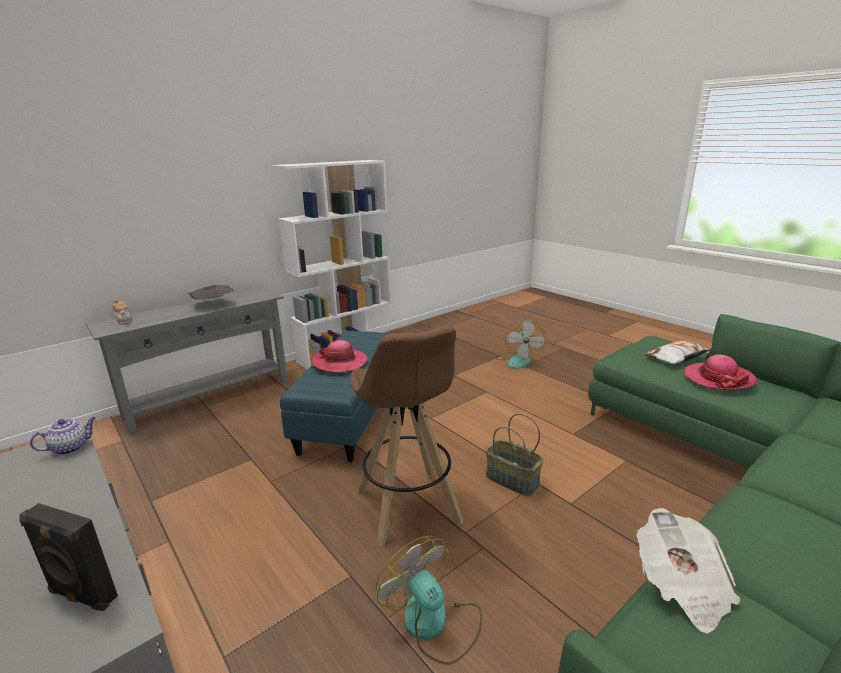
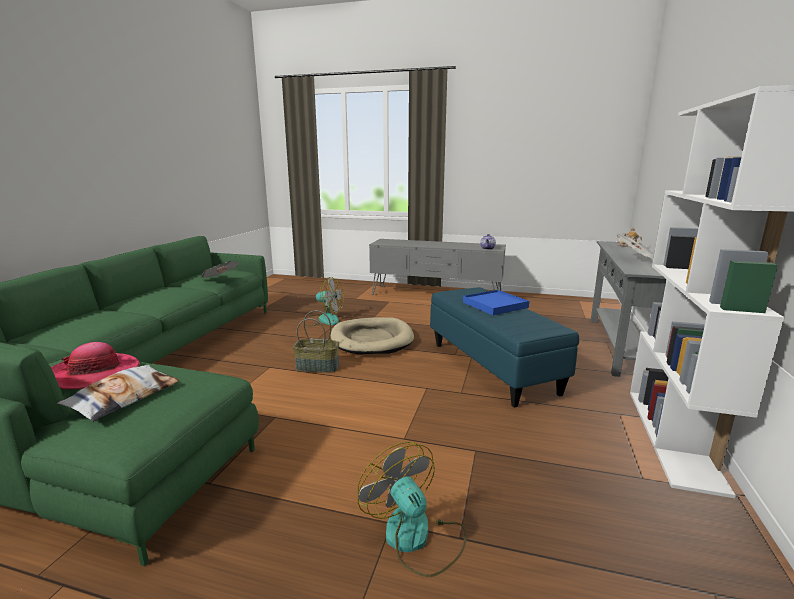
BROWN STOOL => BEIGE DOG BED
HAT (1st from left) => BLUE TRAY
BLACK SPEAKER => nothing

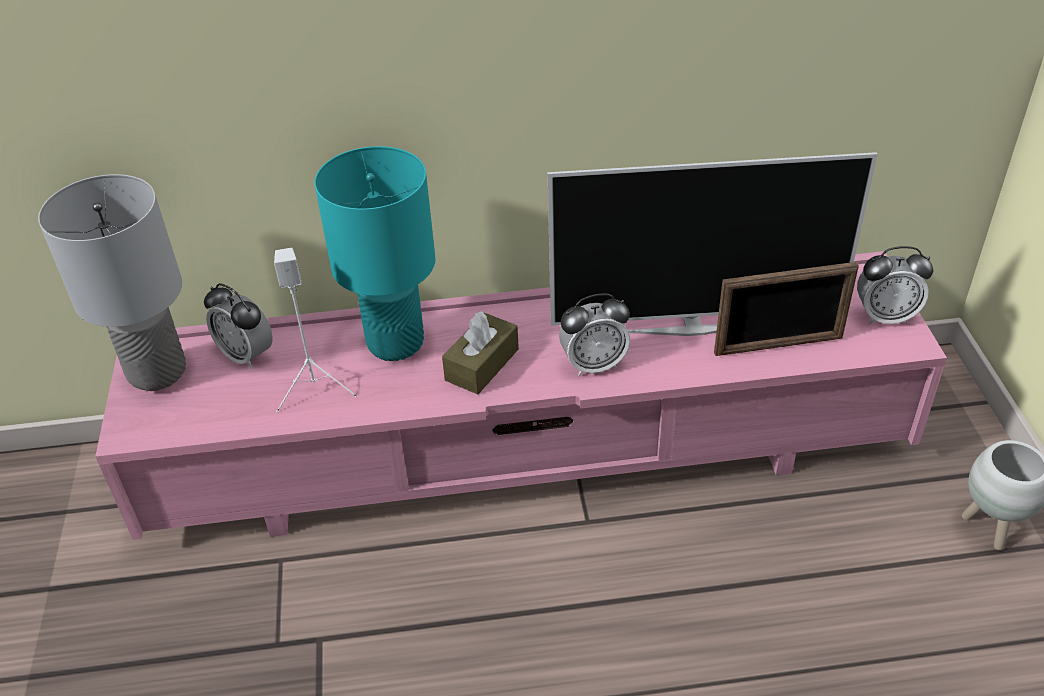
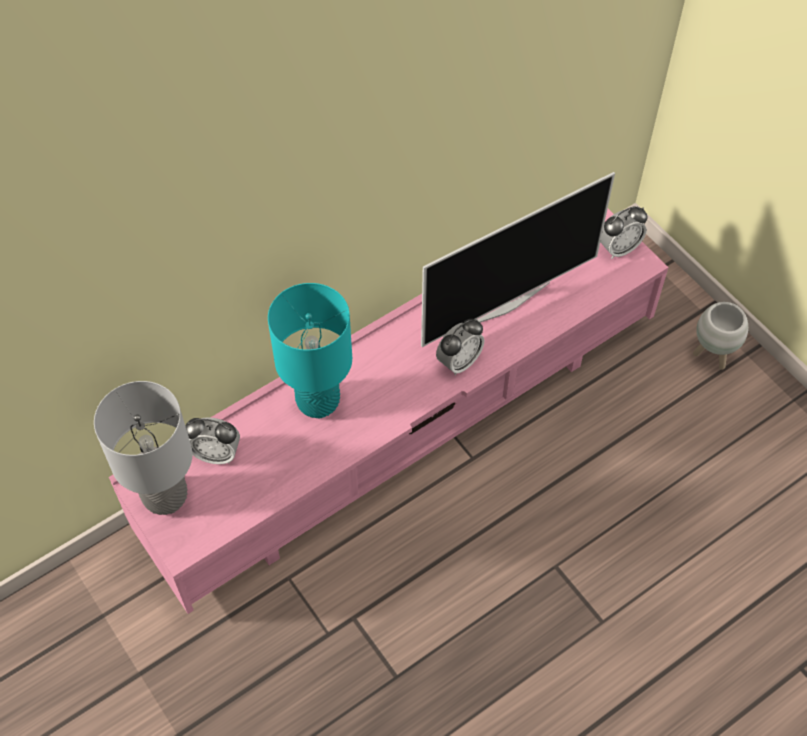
WHITE SPEAKER => nothing
BROWN TISSUE BOX => nothing
PICTURE FRAME => nothing

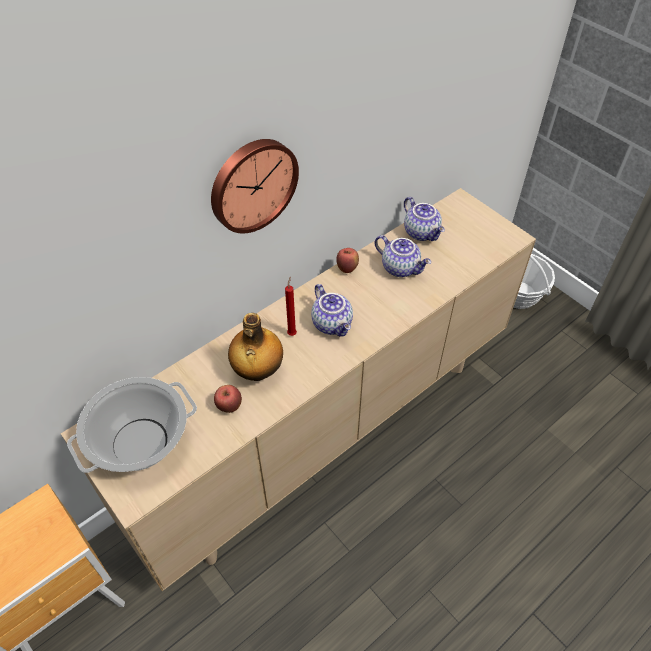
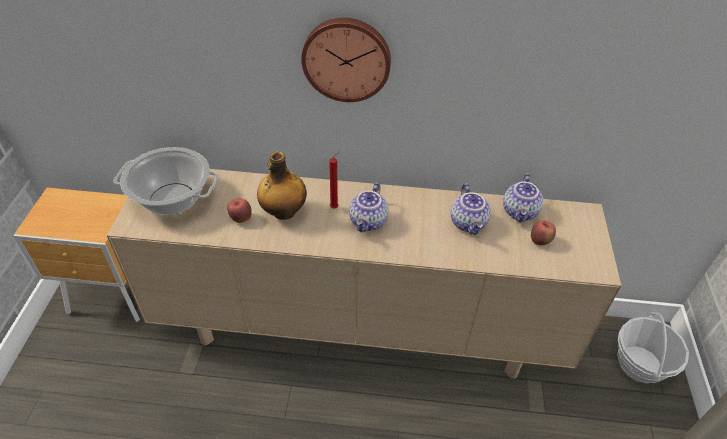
APPLE (2nd from left), moved

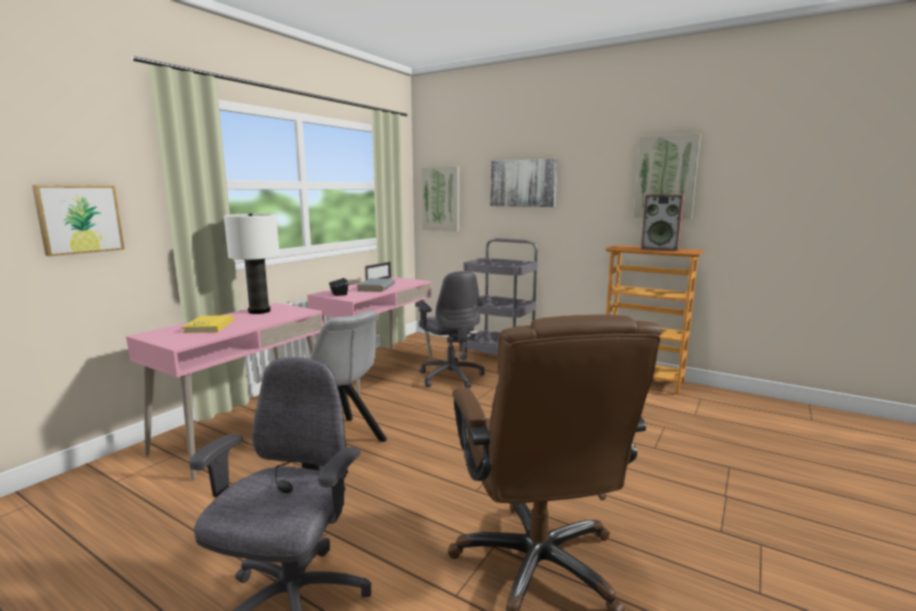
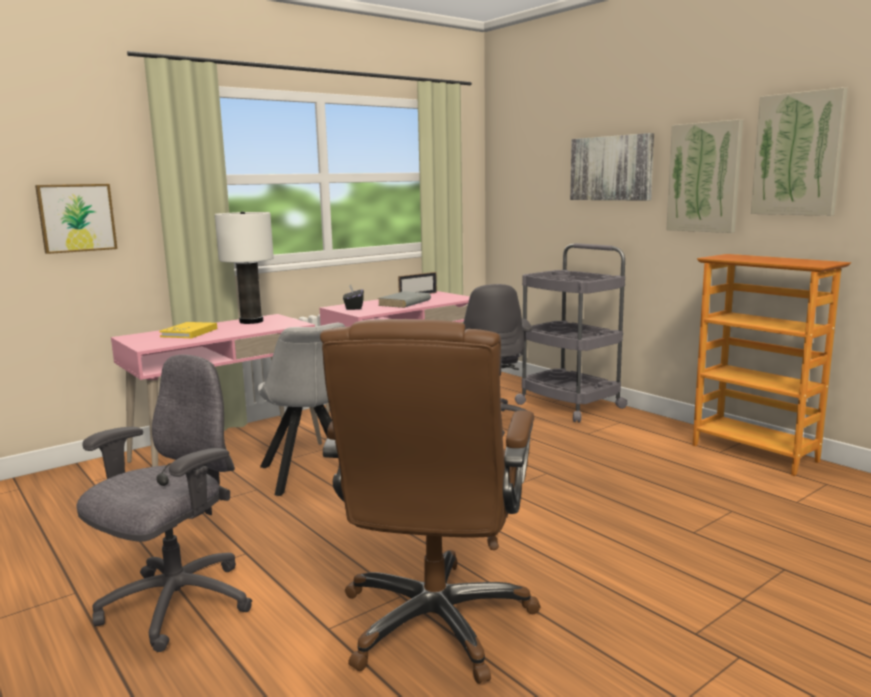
PICTURE (2nd from left in the first image) => PICTURE (3rd from left), moved
SPEAKER => nothing

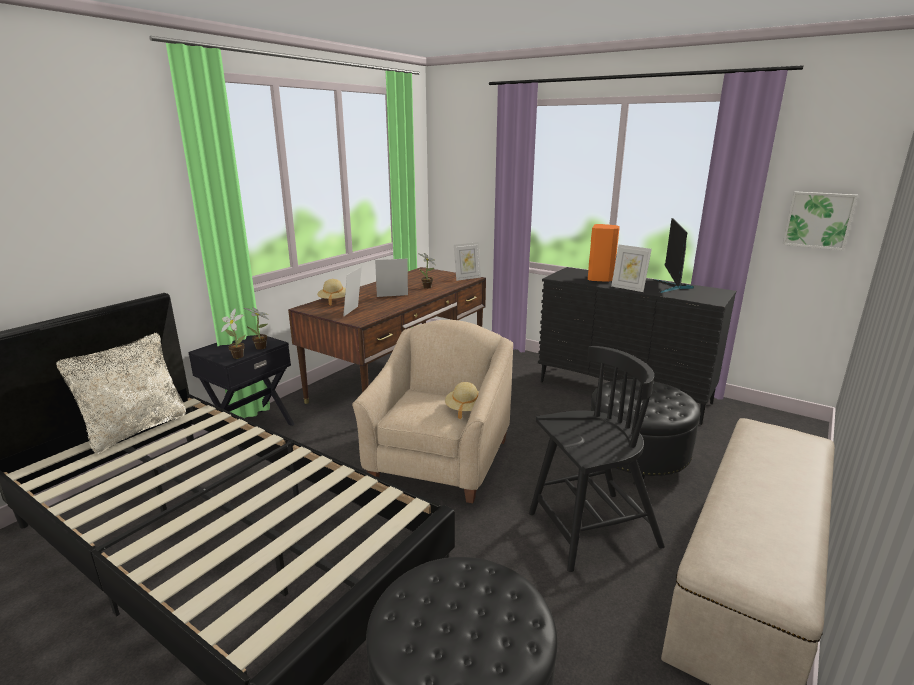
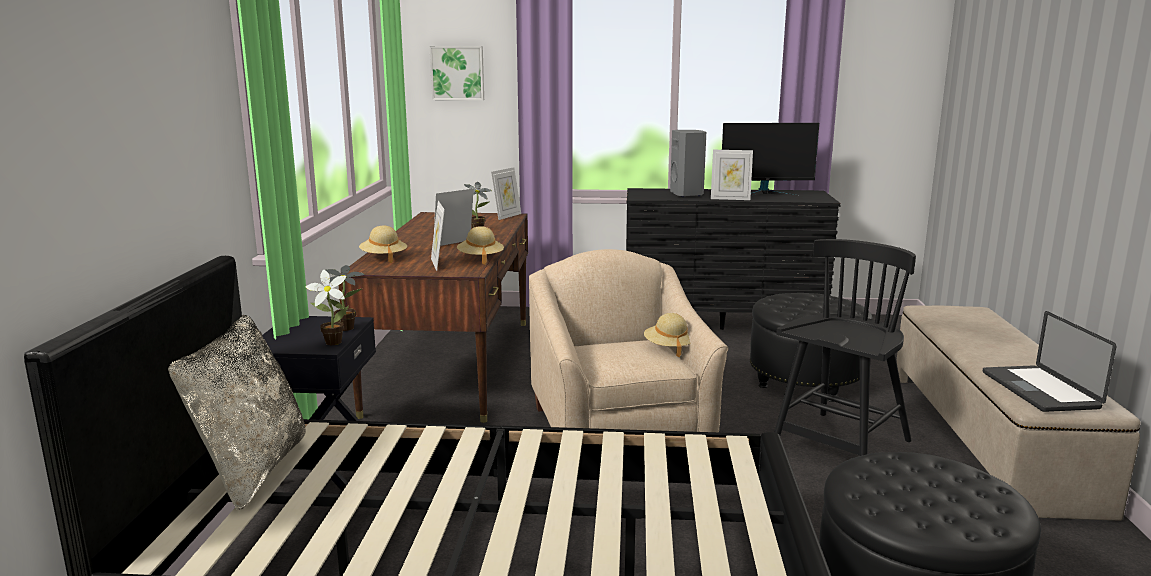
PICTURE, moved
nothing => BEIGE HAT (2nd from left)
ORANGE SPEAKER => GREY SPEAKER
MONITOR, 75 degrees counterclockwise
nothing => LAPTOP

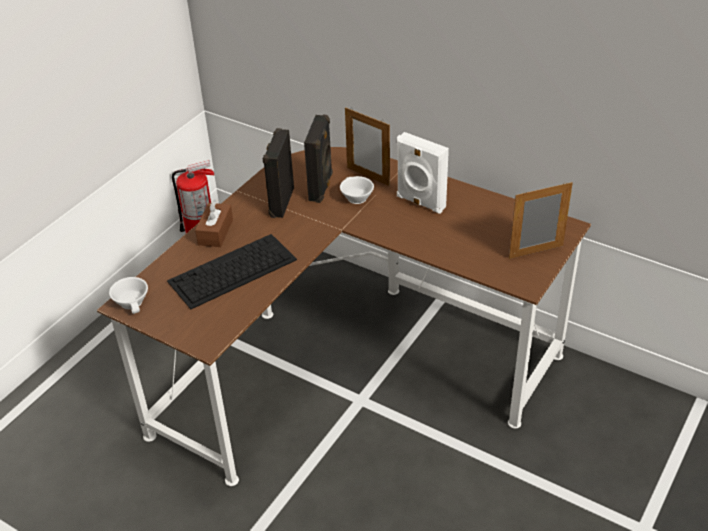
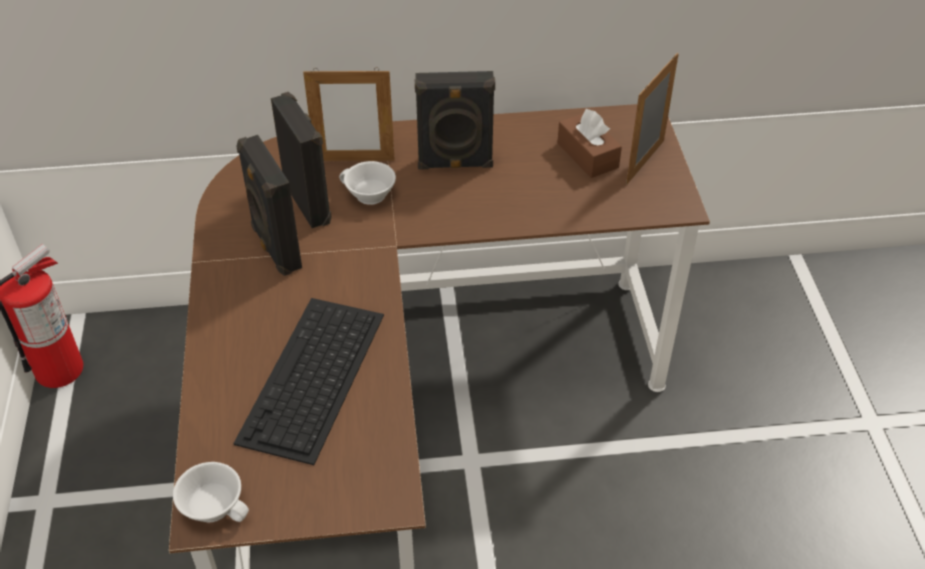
WHITE SPEAKER => BLACK SPEAKER (3rd from left)
BROWN TISSUE BOX, moved

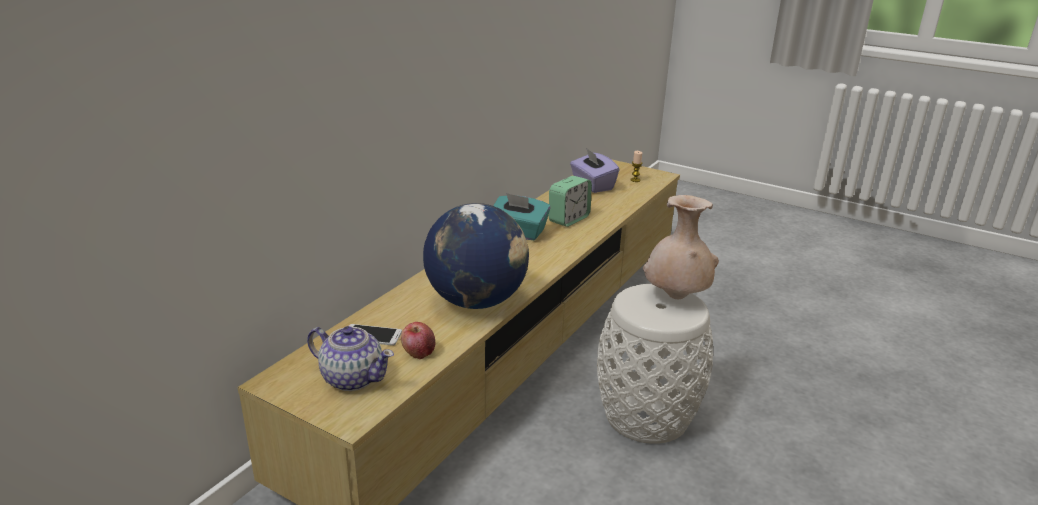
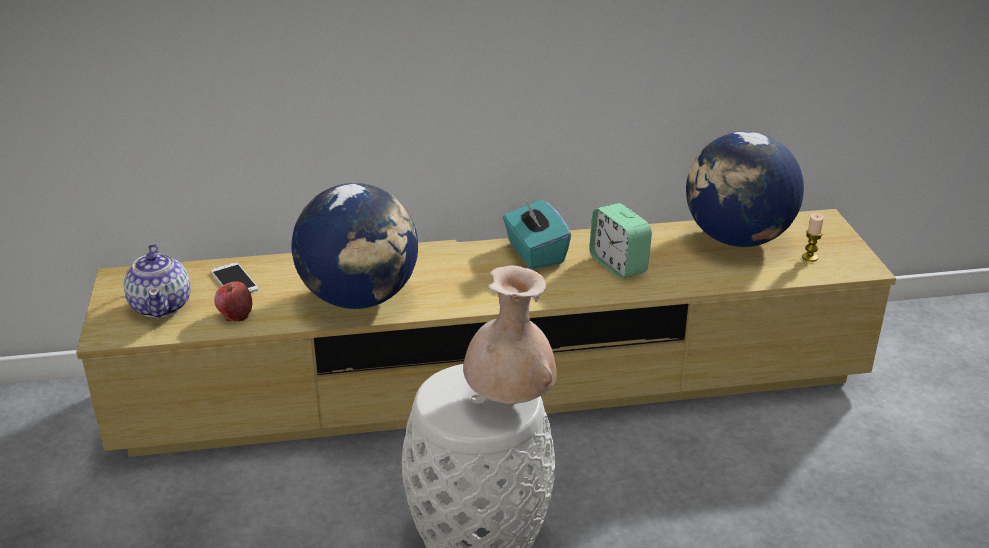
ALARM CLOCK, 60 degrees clockwise
PURPLE TISSUE BOX => GLOBE (2nd from left)

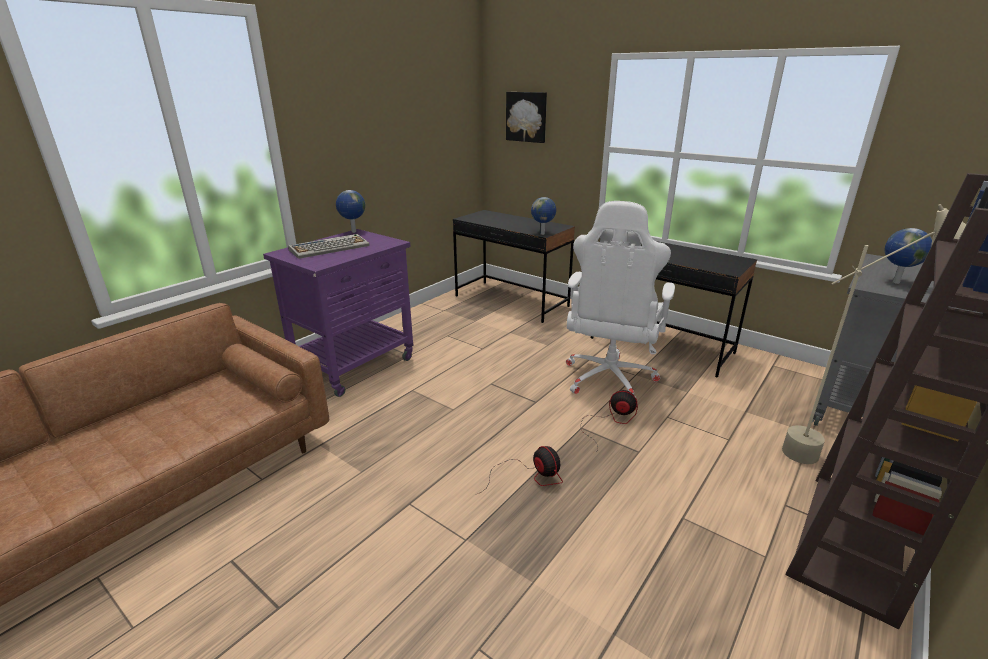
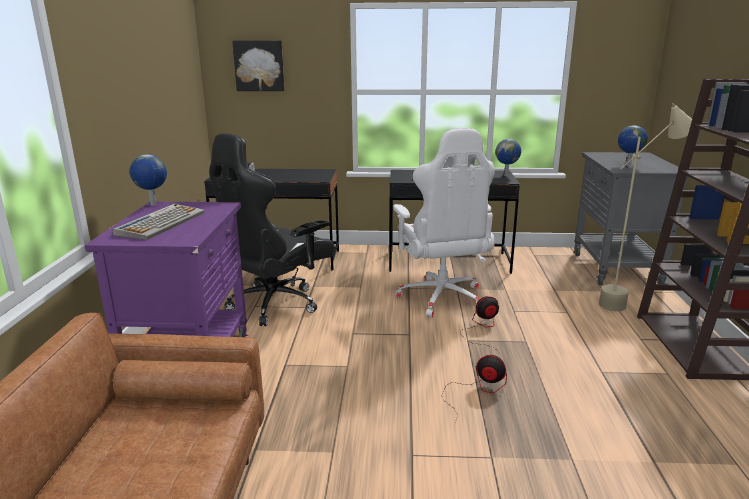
nothing => BLACK OFFICE CHAIR
GLOBE (2nd from left), moved

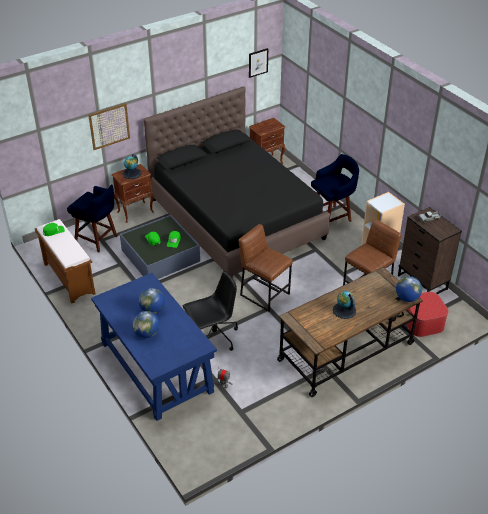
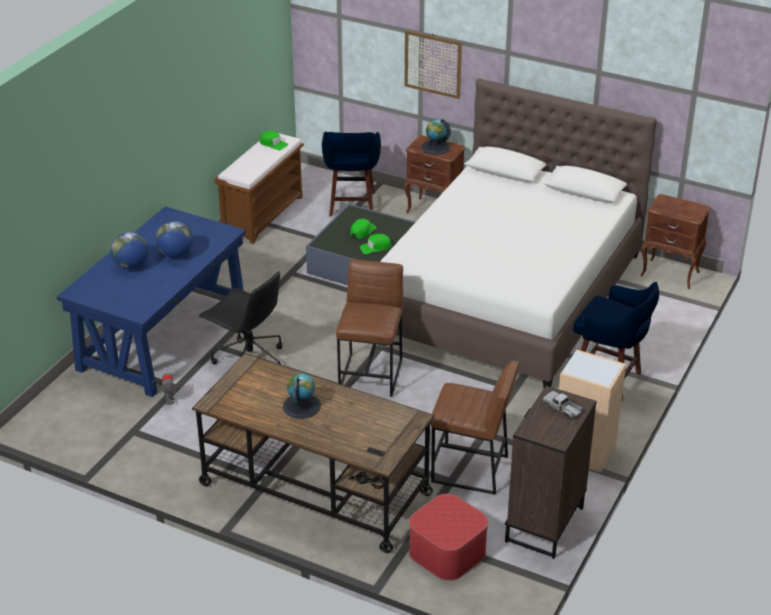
BLACK BED => WHITE BED
PICTURE (2nd from left) => nothing
GLOBE (5th from left) => nothing

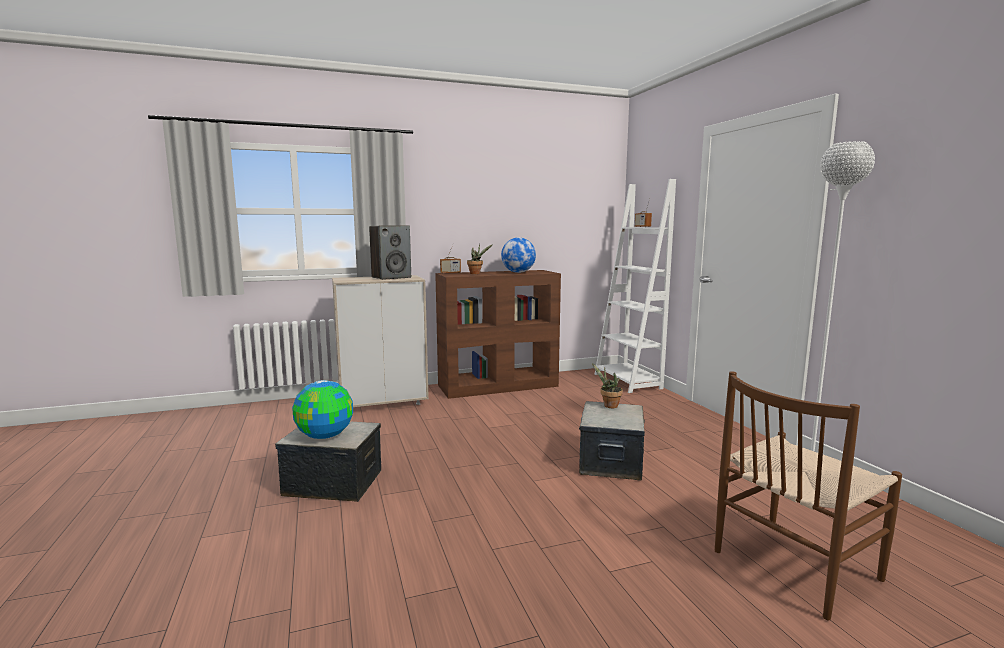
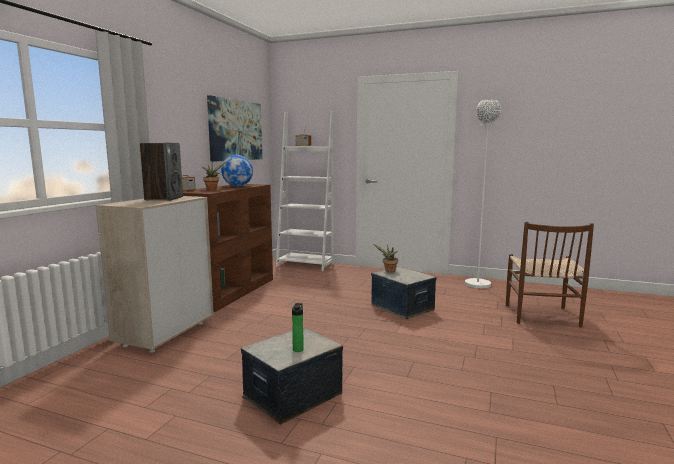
nothing => PICTURE
GLOBE (1st from left) => BOTTLE

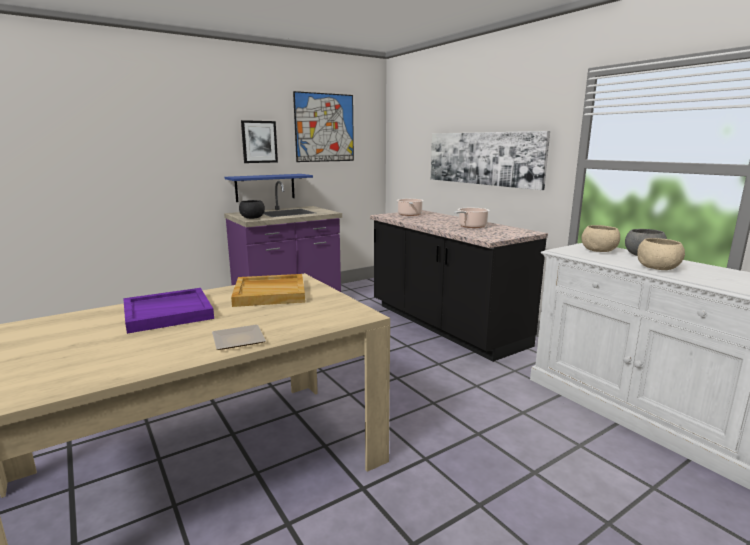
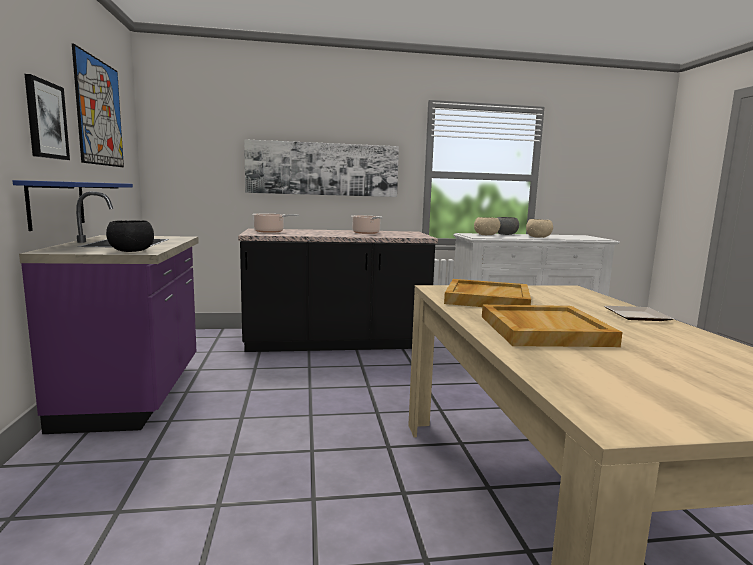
PURPLE TRAY => BEIGE TRAY (2nd from left)

